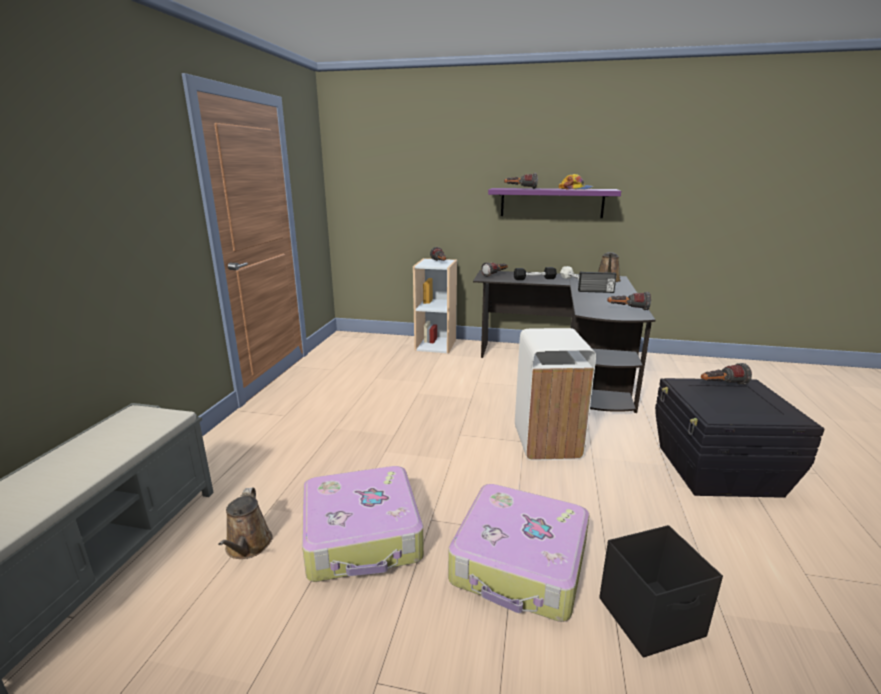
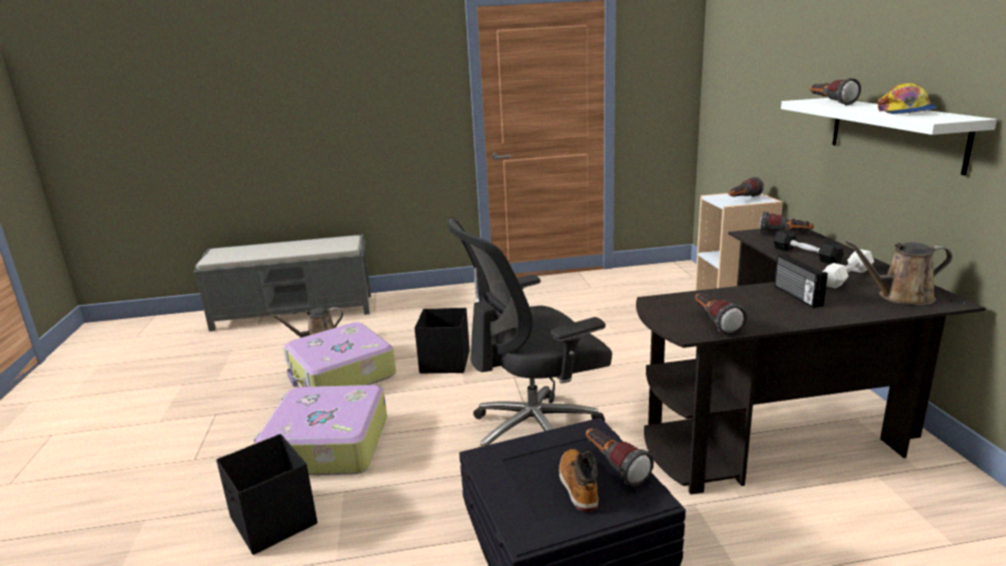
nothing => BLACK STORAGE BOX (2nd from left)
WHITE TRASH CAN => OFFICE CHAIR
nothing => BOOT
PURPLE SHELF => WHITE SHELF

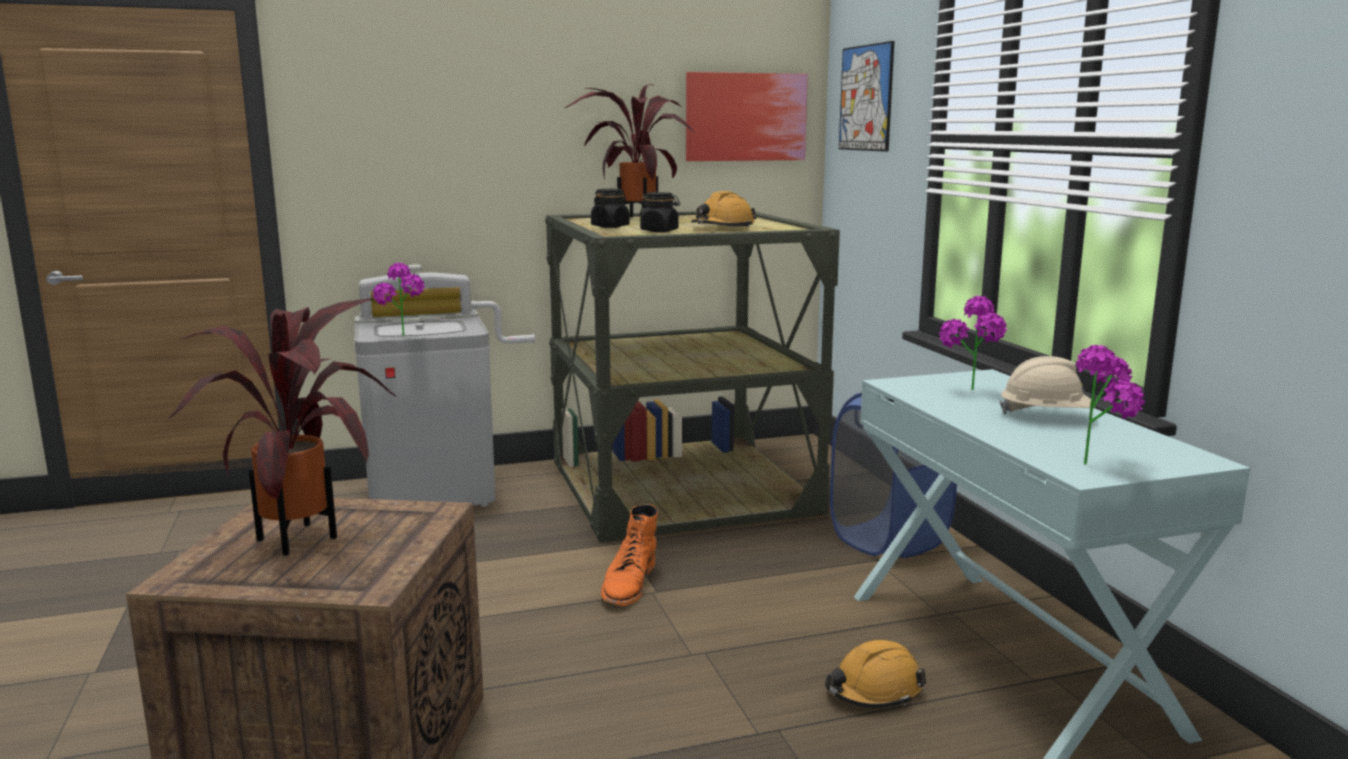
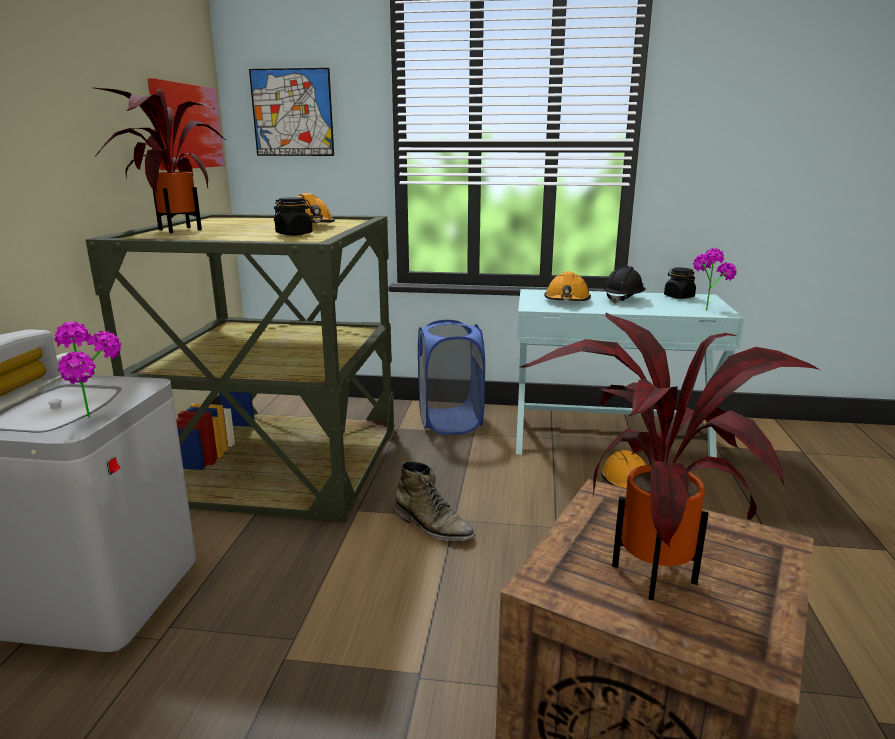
ORANGE BOOT => GREEN BOOT
POTTED PLANT (4th from left) => ORANGE HARD HAT (2nd from left)
BEIGE HARD HAT => BLACK HARD HAT
BLACK JAR (1st from left in the first image) => BLACK JAR (2nd from left), moved

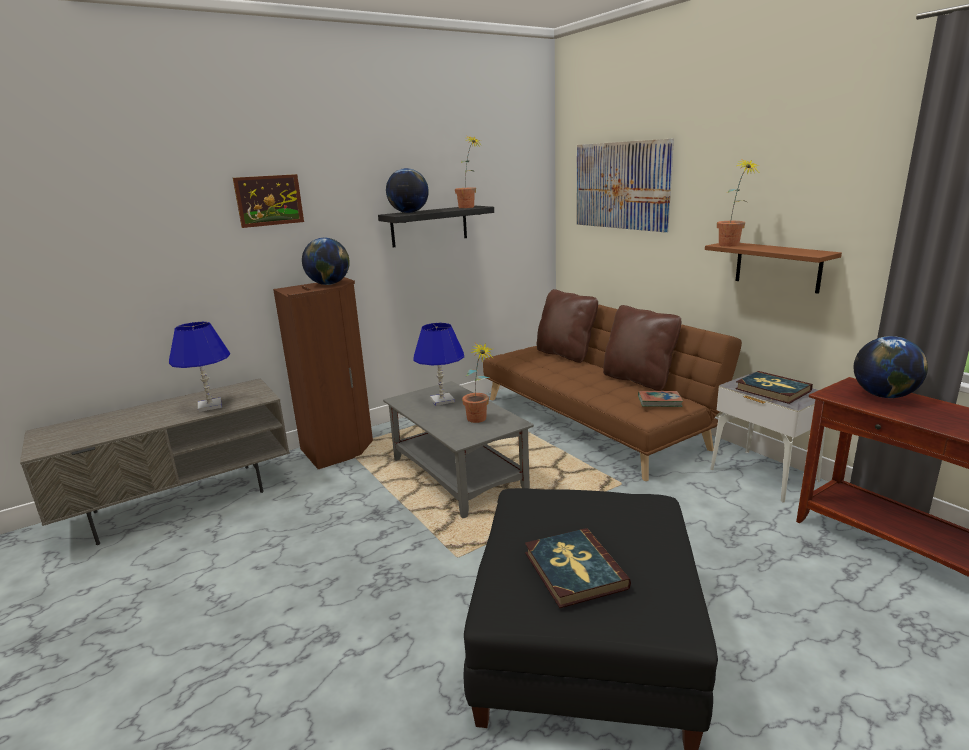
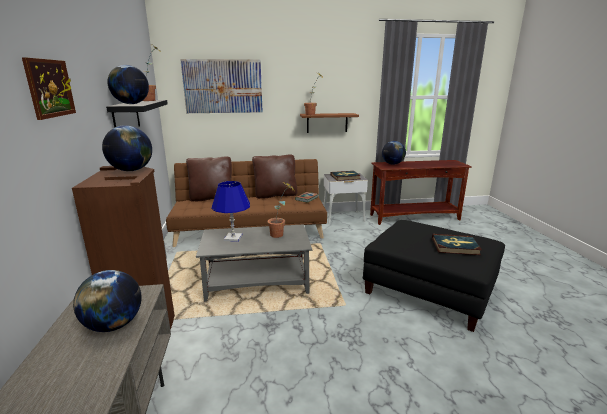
BLUE TABLE LAMP (1st from left) => GLOBE (1st from left)

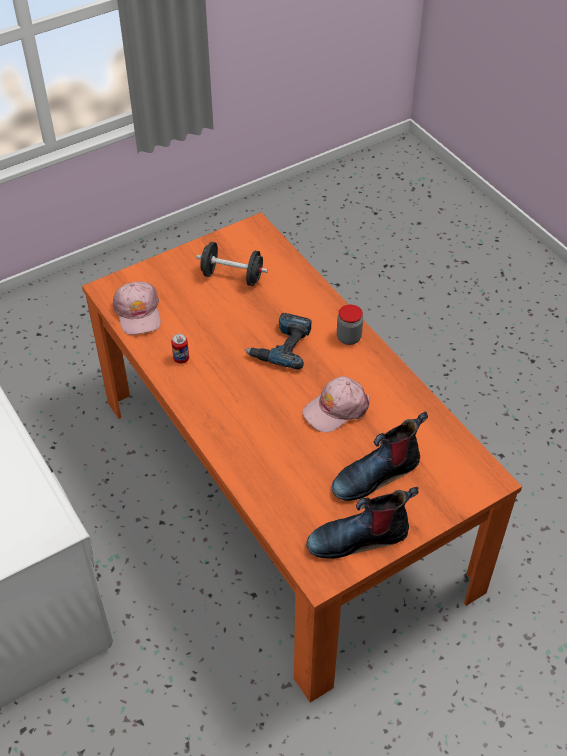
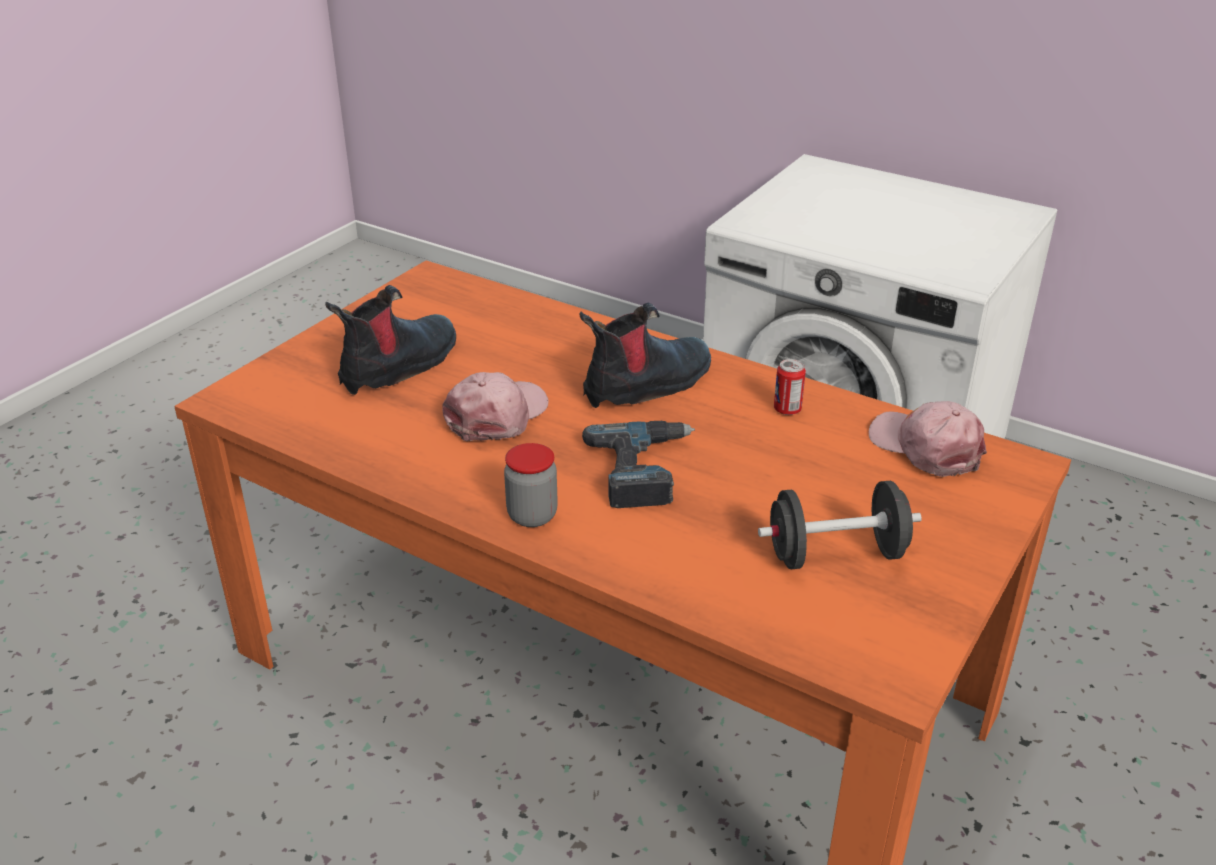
BOOT (1st from left in the first image) => BOOT (2nd from left), moved

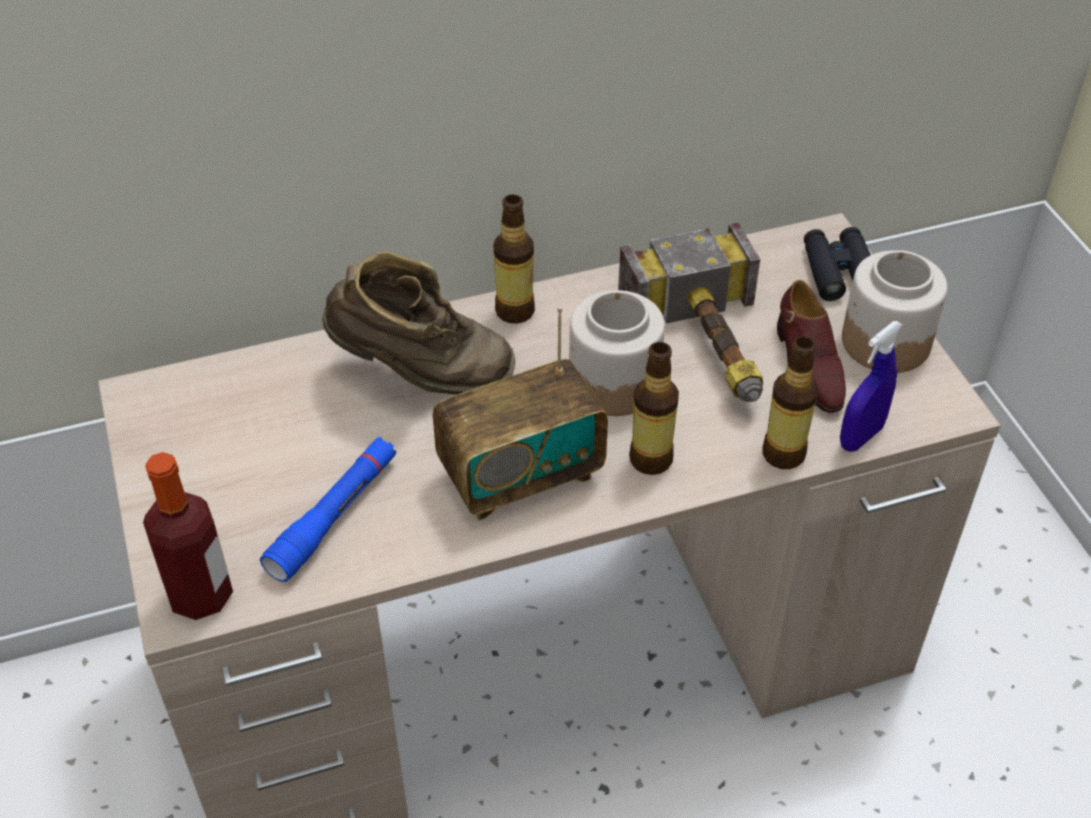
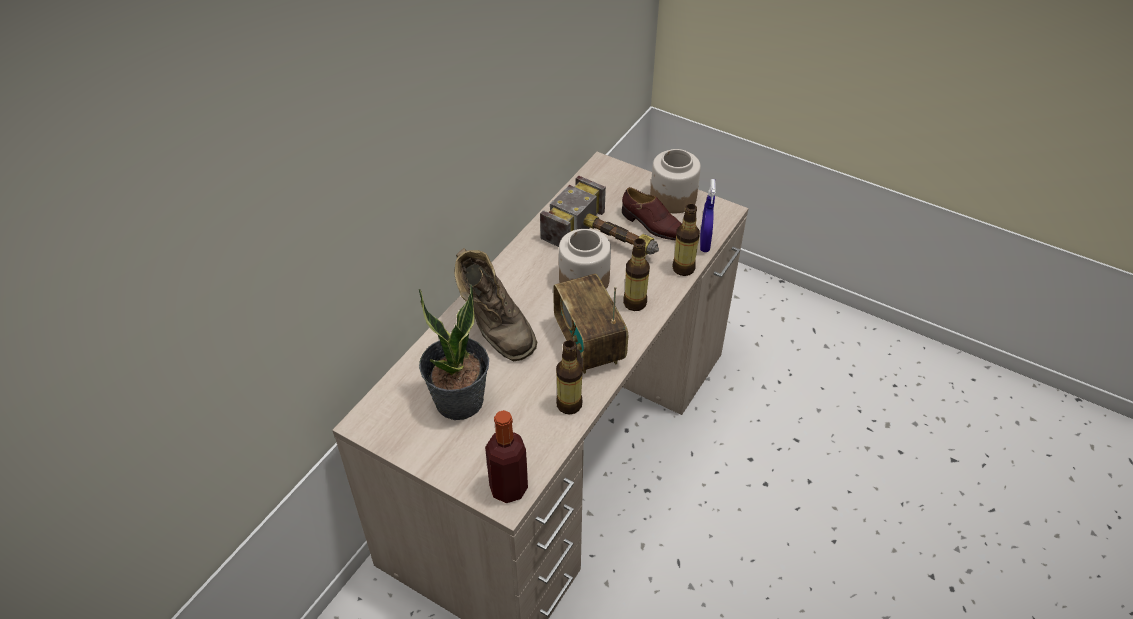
nothing => POTTED PLANT
BROWN BOOT, 90 degrees clockwise
RADIO, 135 degrees clockwise
BOTTLE (2nd from left), moved
BLUE FLASHLIGHT => nothing
BLACK BINOCULARS => nothing

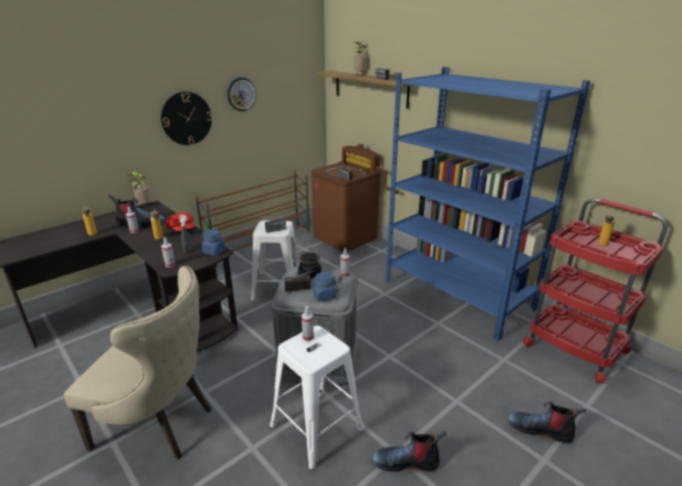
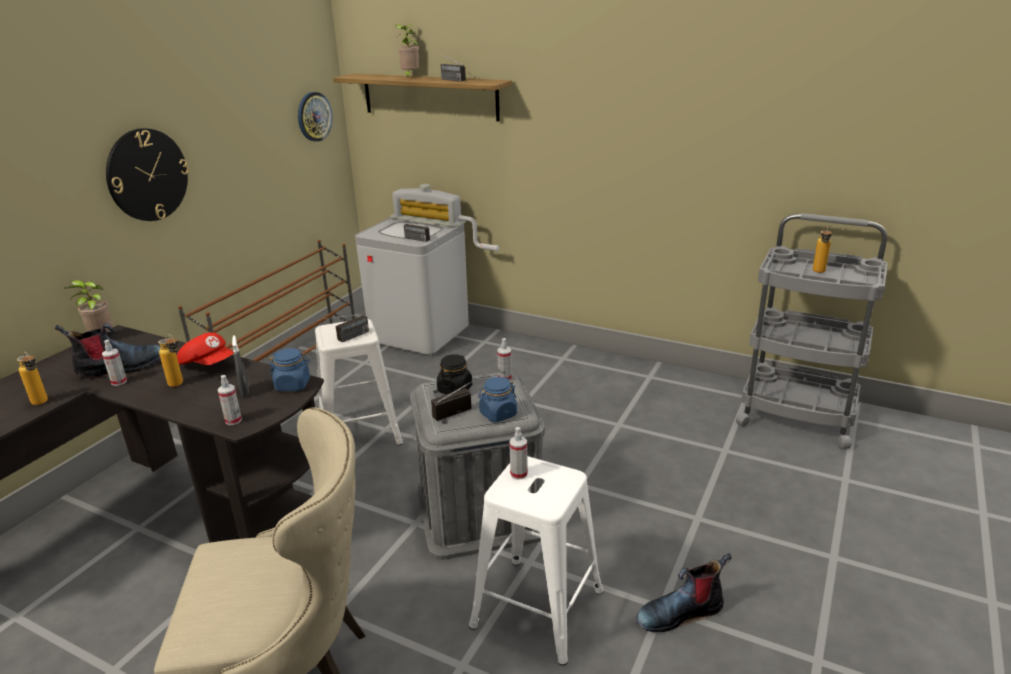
WALL CLOCK (2nd from left), moved
BROWN WASHING MACHINE => GREY WASHING MACHINE
RED CART => GREY CART
BLUE BOOKCASE => nothing
BOOT (3rd from left) => nothing

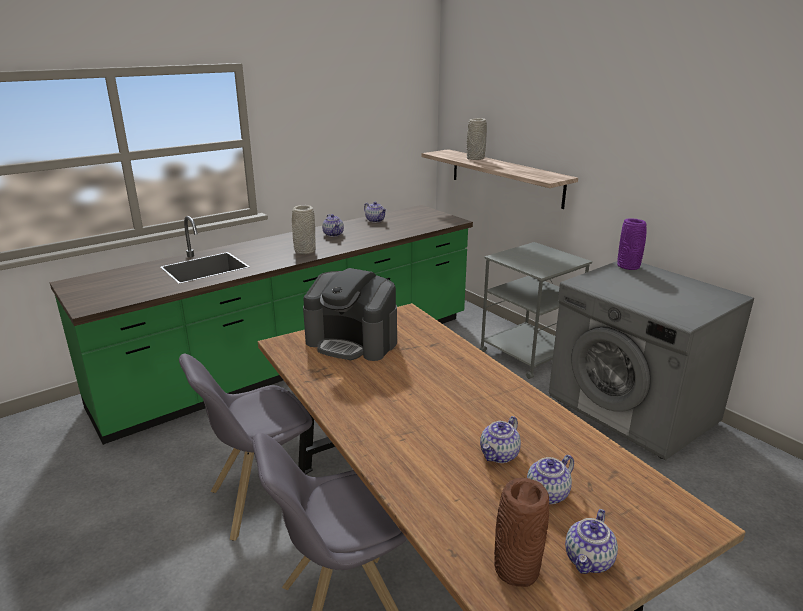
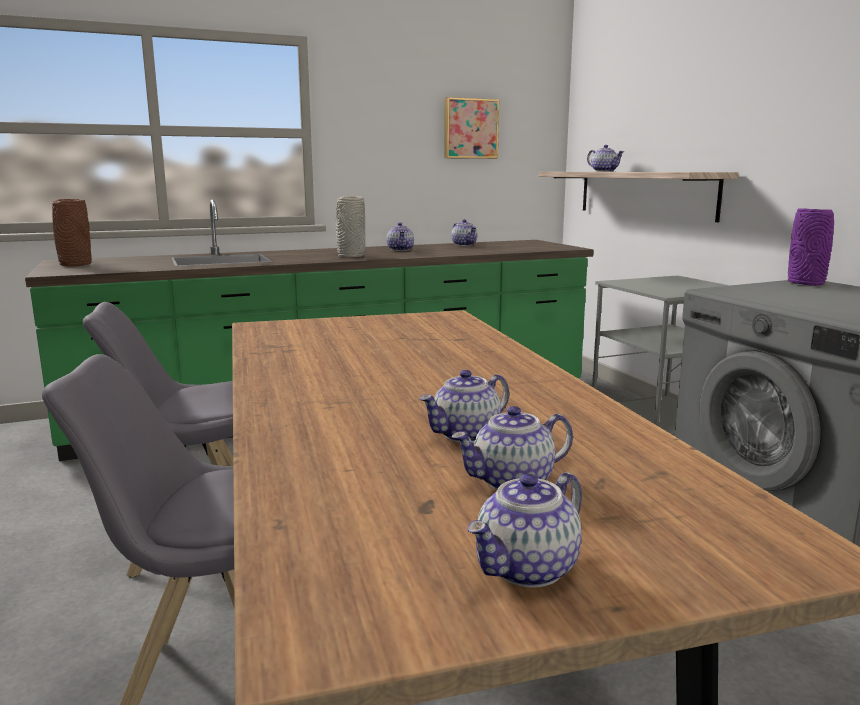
BROWN VASE, moved
nothing => PICTURE
GREY VASE (2nd from left) => TEAPOT (6th from left)
COFFEE MACHINE => nothing

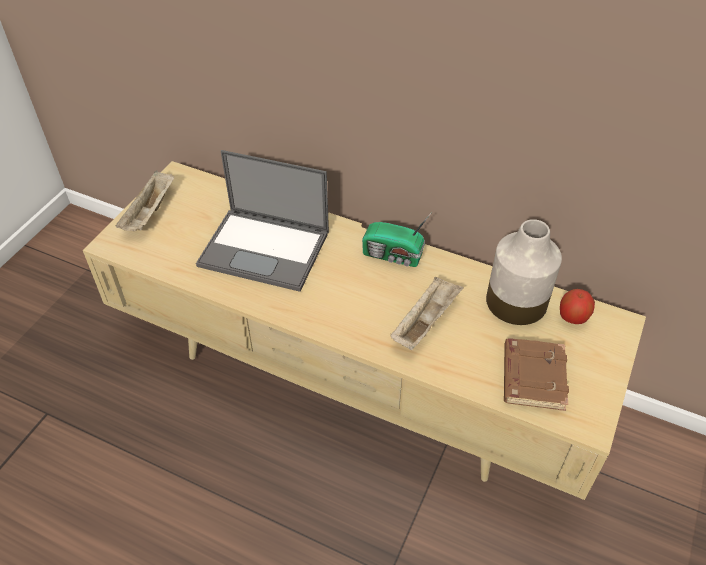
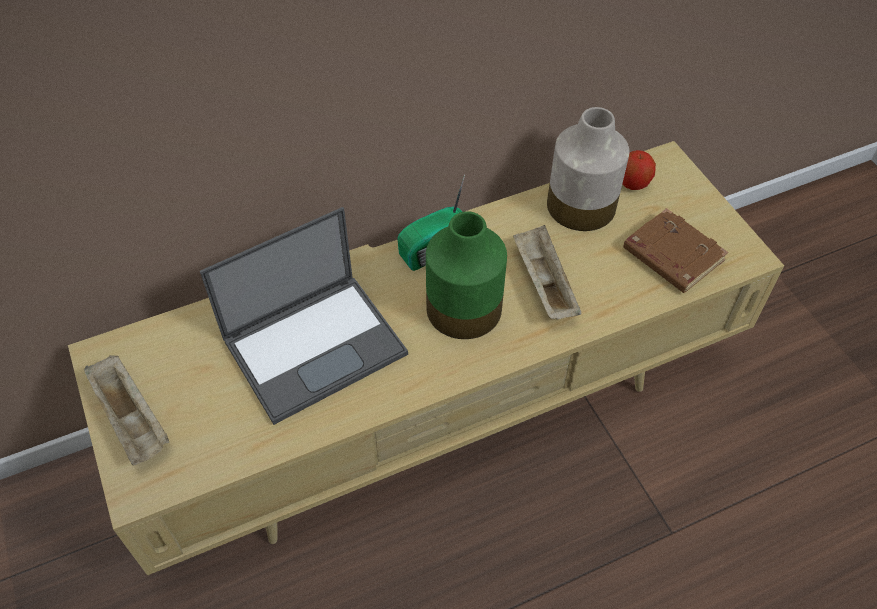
nothing => GREEN VASE

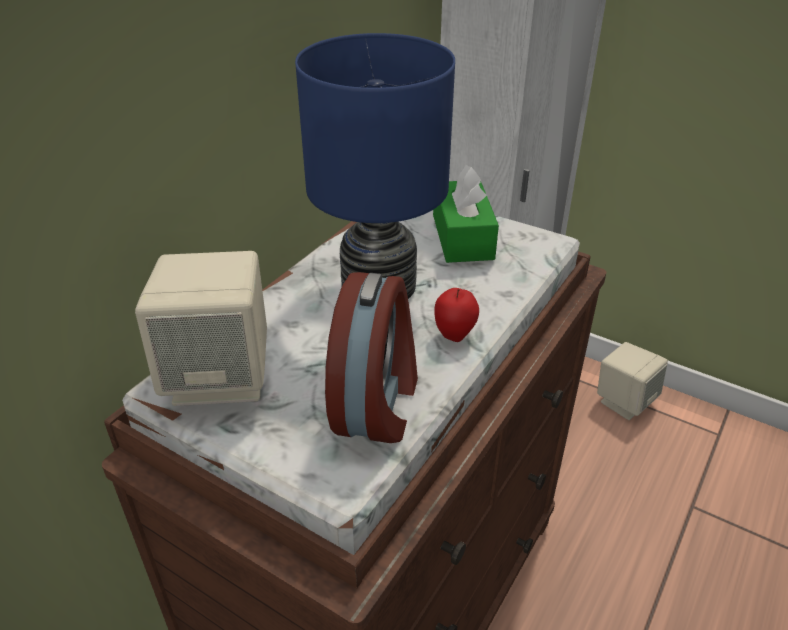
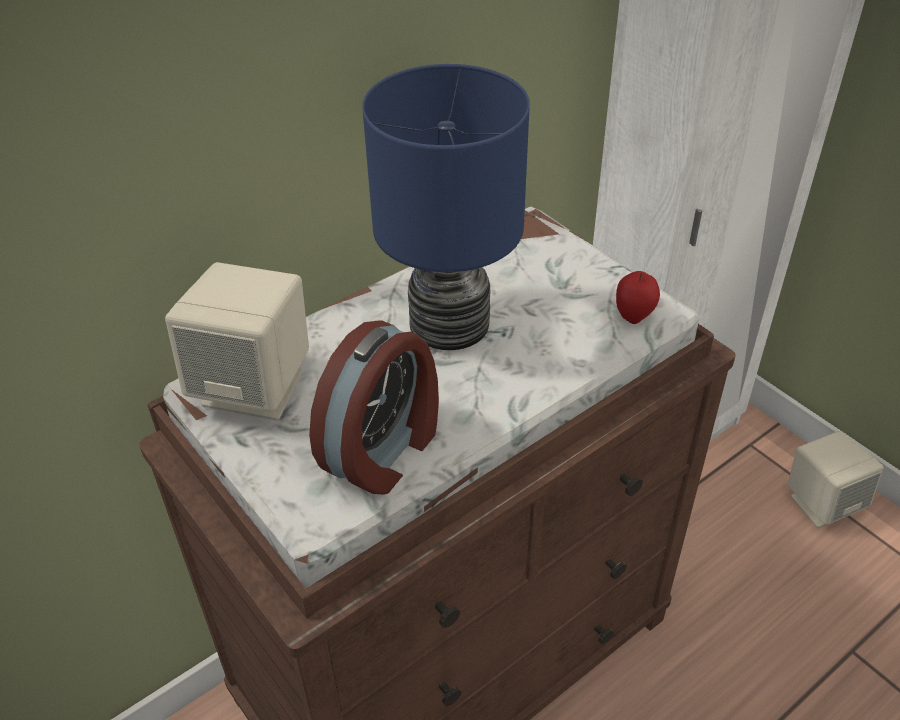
APPLE, moved
GREEN TISSUE BOX => nothing

